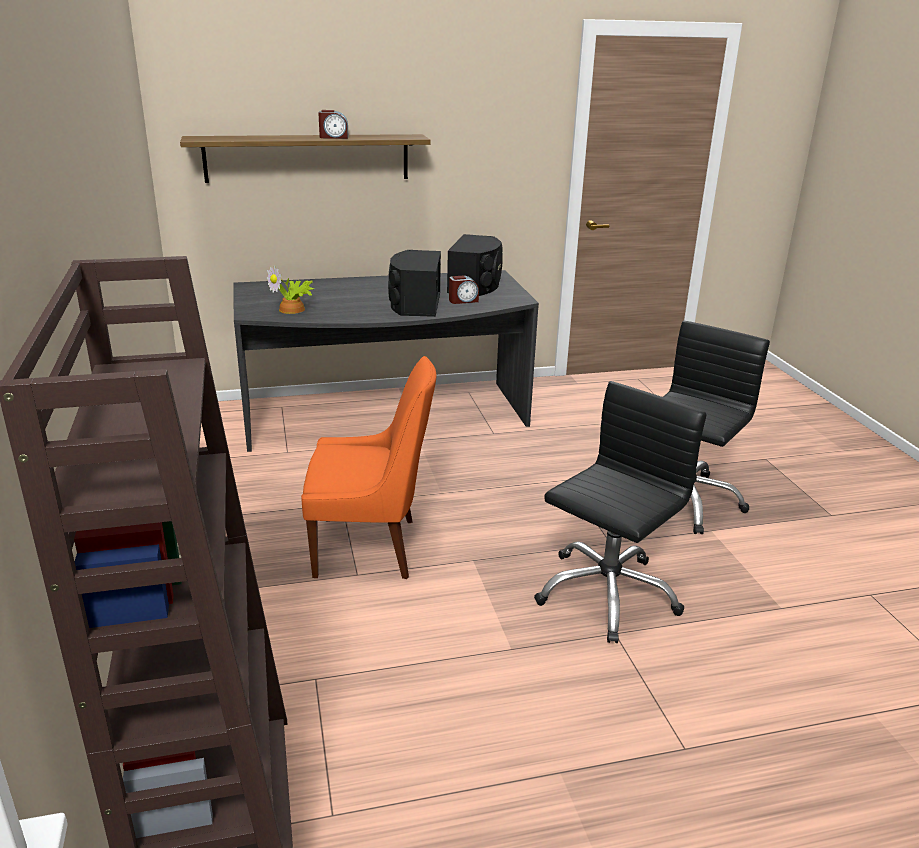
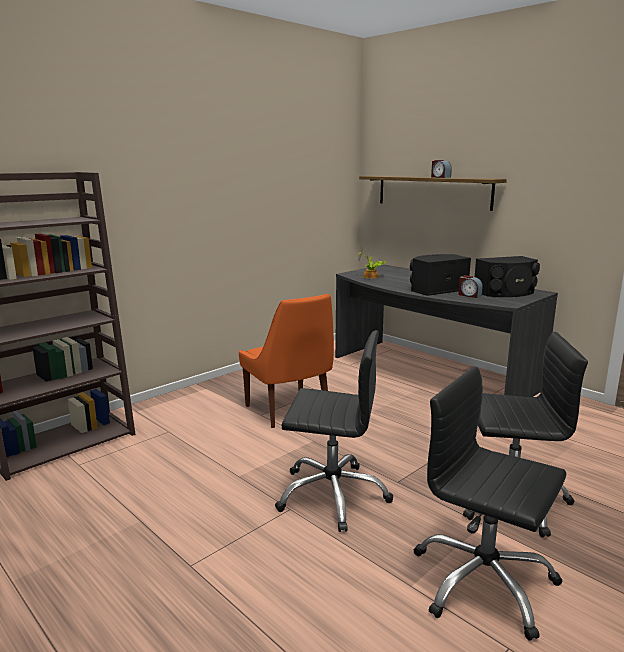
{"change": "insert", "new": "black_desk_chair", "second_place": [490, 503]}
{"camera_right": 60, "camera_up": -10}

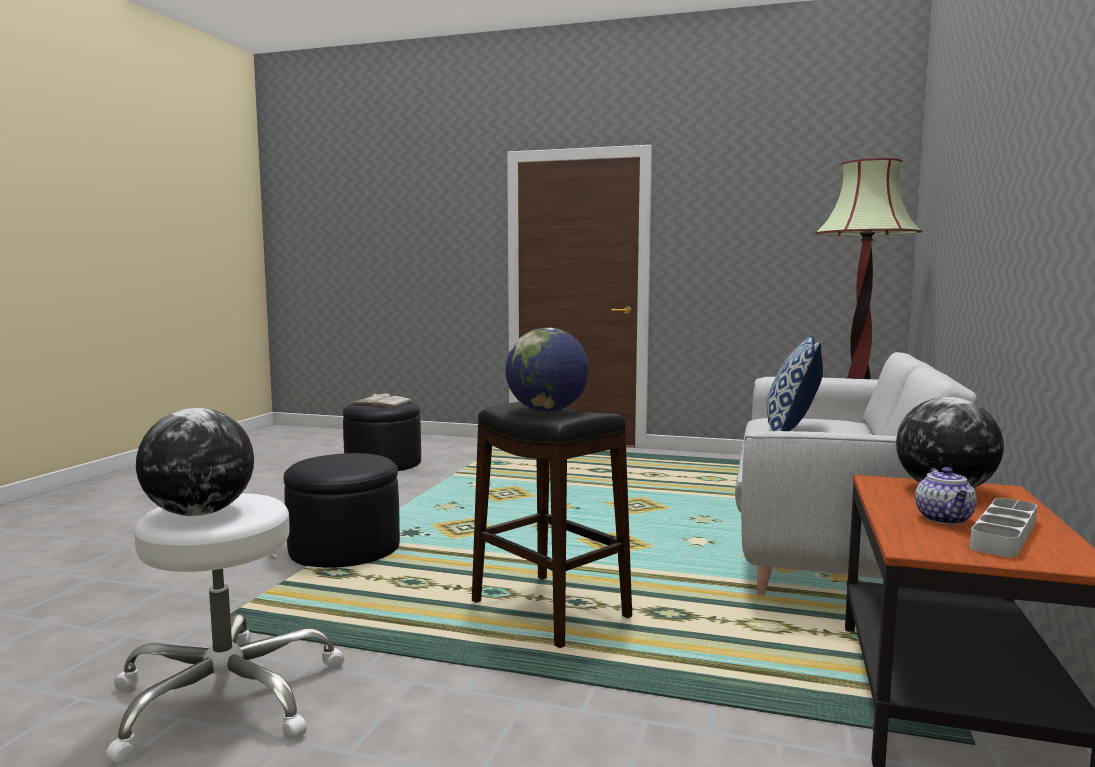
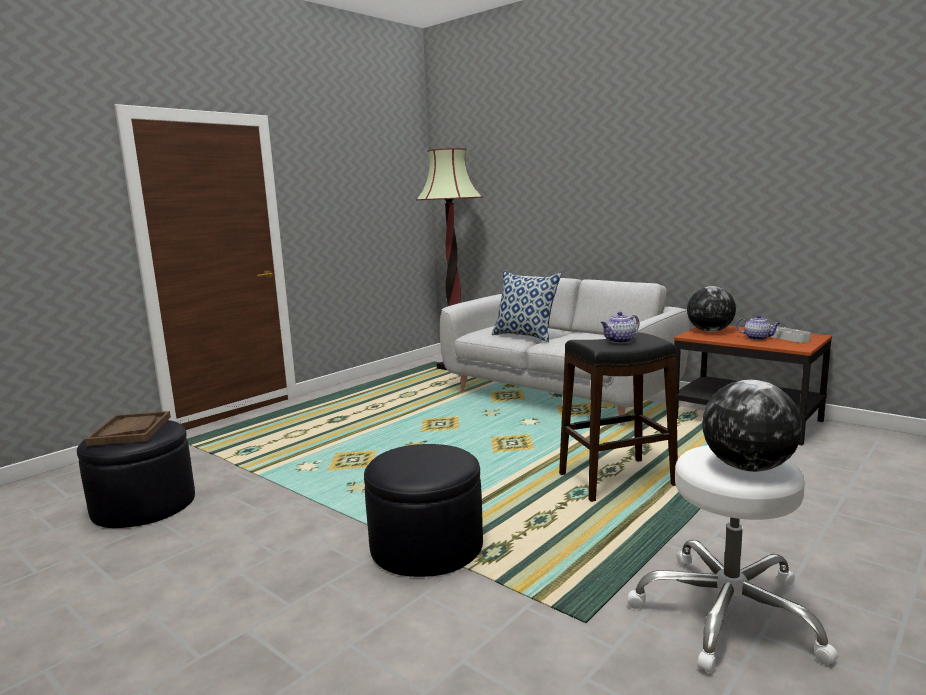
{"change": "replace", "old": "white_volume", "new": "brown_tray", "first_place": [382, 400], "second_place": [128, 428]}
{"change": "replace", "old": "world_globe", "new": "tea_pot", "first_place": [547, 370], "second_place": [620, 327]}
{"camera_right": -65, "camera_up": 5}

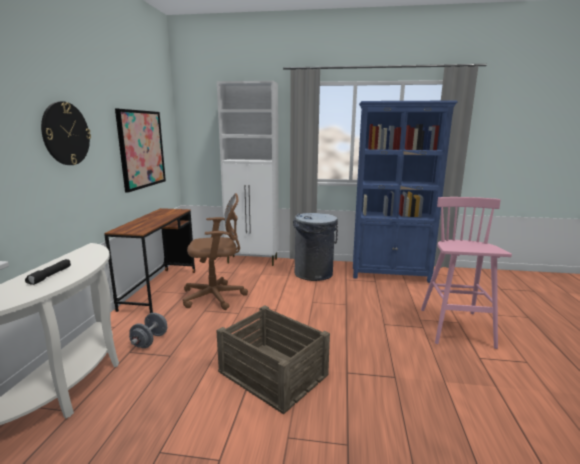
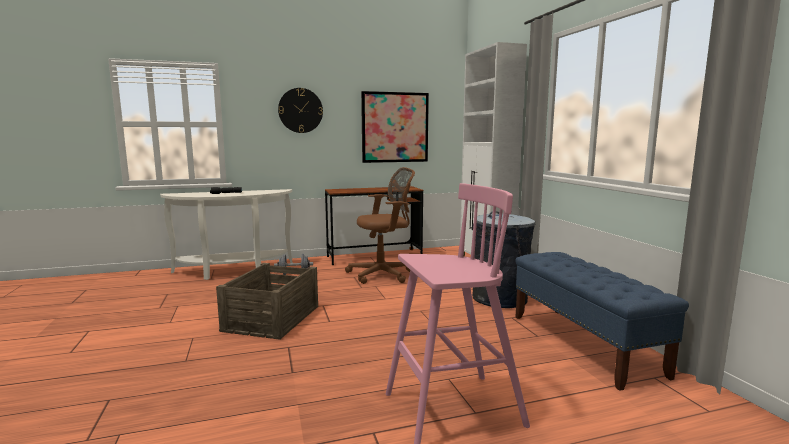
{"change": "rotate", "old": "brown_desk_chair", "first_place": [215, 251], "second_place": [380, 225], "degrees": -75}
{"change": "replace", "old": "blue_bookshelf", "new": "blue_long_seat", "first_place": [405, 191], "second_place": [602, 321]}
{"camera_right": 65, "camera_up": -5}

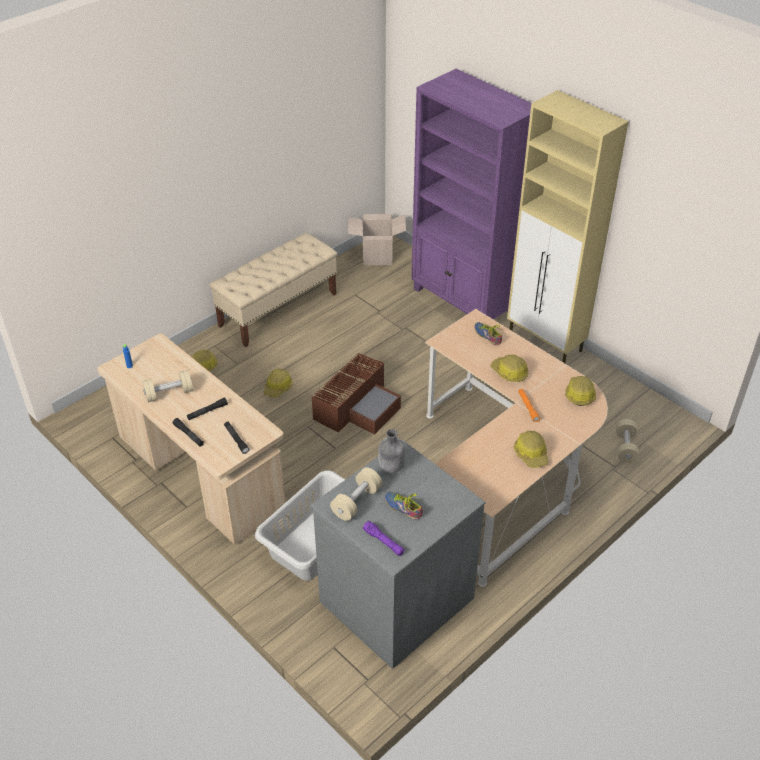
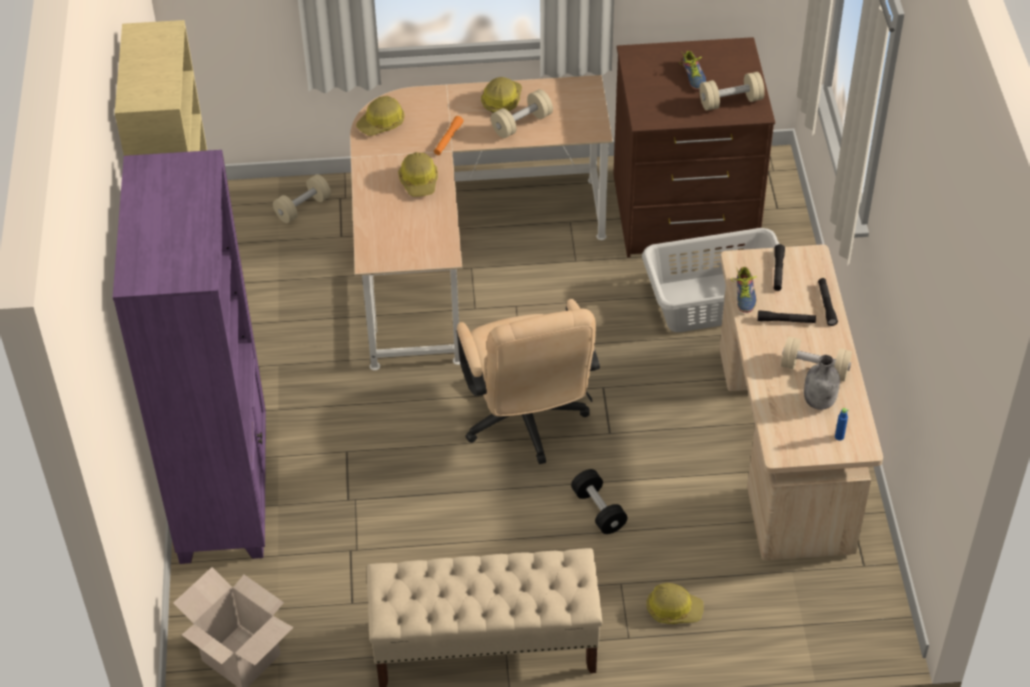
{"change": "replace", "old": "work_helmet", "new": "black_dumbbell", "first_place": [278, 383], "second_place": [599, 501]}
{"change": "recolor", "old": "grey_dresser", "new": "brown_dresser", "first_place": [398, 554], "second_place": [694, 147]}
{"change": "replace", "old": "brown_storage_box", "new": "beige_desk_chair", "first_place": [356, 394], "second_place": [528, 381]}
{"change": "delete", "old": "purple-coloured_flashlight", "first_place": [384, 538]}
{"change": "move", "old": "grey_drink_bottle", "first_place": [391, 451], "second_place": [822, 382]}
{"change": "move", "old": "shoe", "first_place": [488, 333], "second_place": [744, 290]}
{"change": "insert", "new": "beige_dumbbell", "second_place": [522, 113]}
{"camera_right": -140, "camera_up": 5}

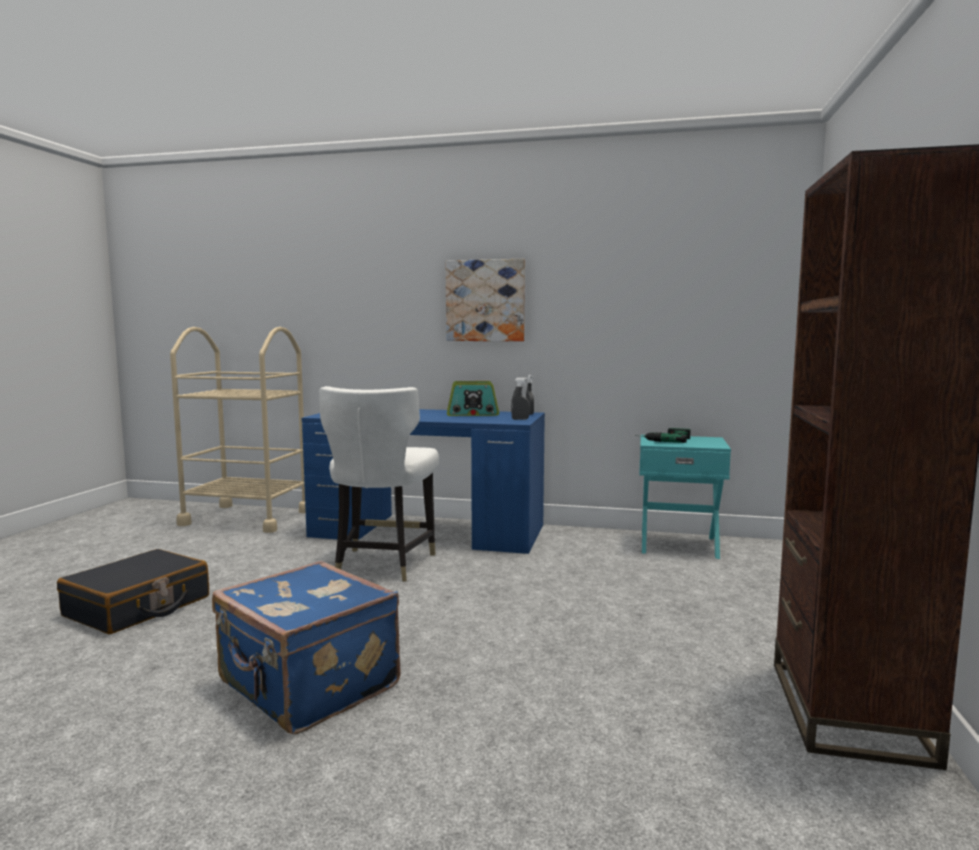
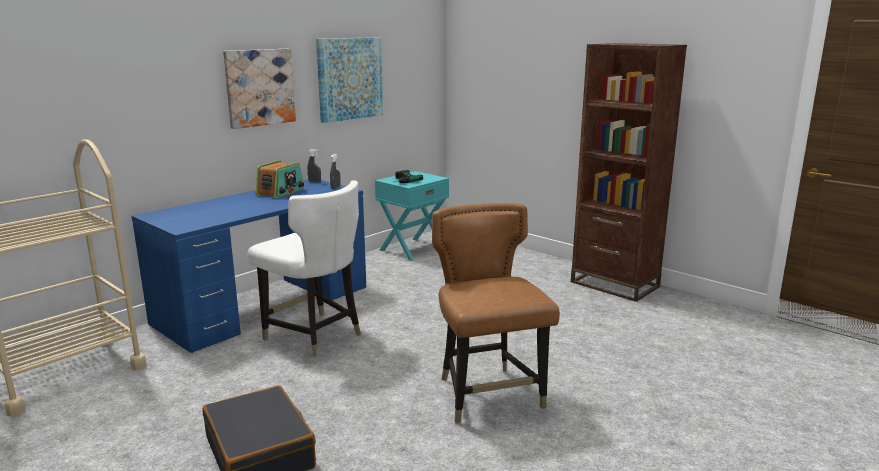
{"change": "replace", "old": "blue_travel_case", "new": "brown_chair", "first_place": [306, 647], "second_place": [496, 313]}
{"change": "insert", "new": "wall_picture", "second_place": [349, 80]}
{"camera_right": -60, "camera_up": 10}

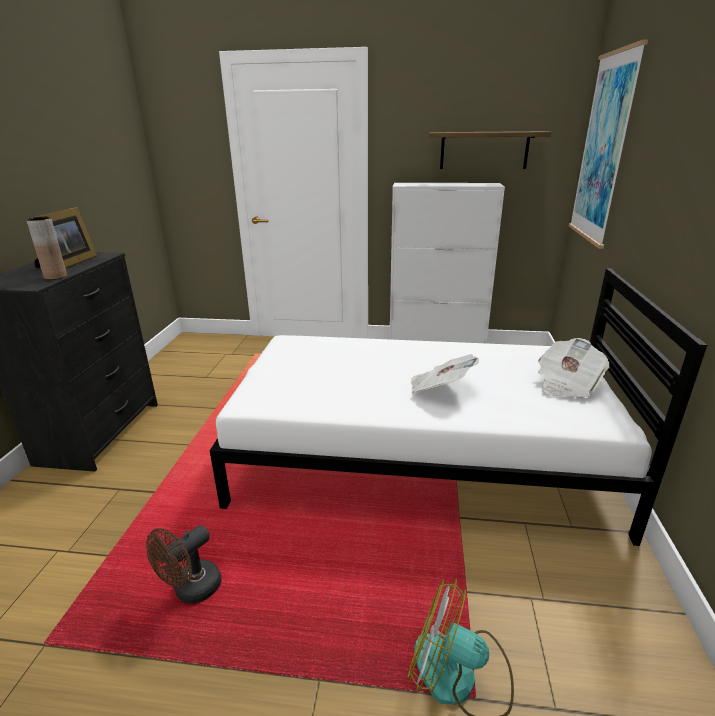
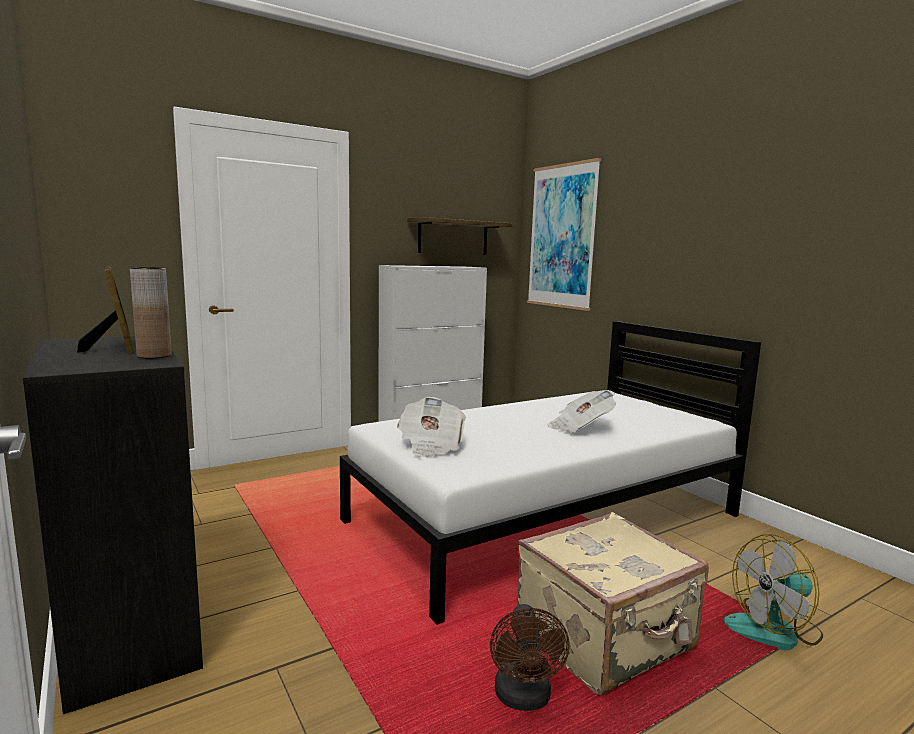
{"change": "move", "old": "printed_paper", "first_place": [574, 368], "second_place": [431, 427]}
{"change": "insert", "new": "beige_travel_case", "second_place": [613, 603]}
{"camera_right": -40, "camera_up": -15}

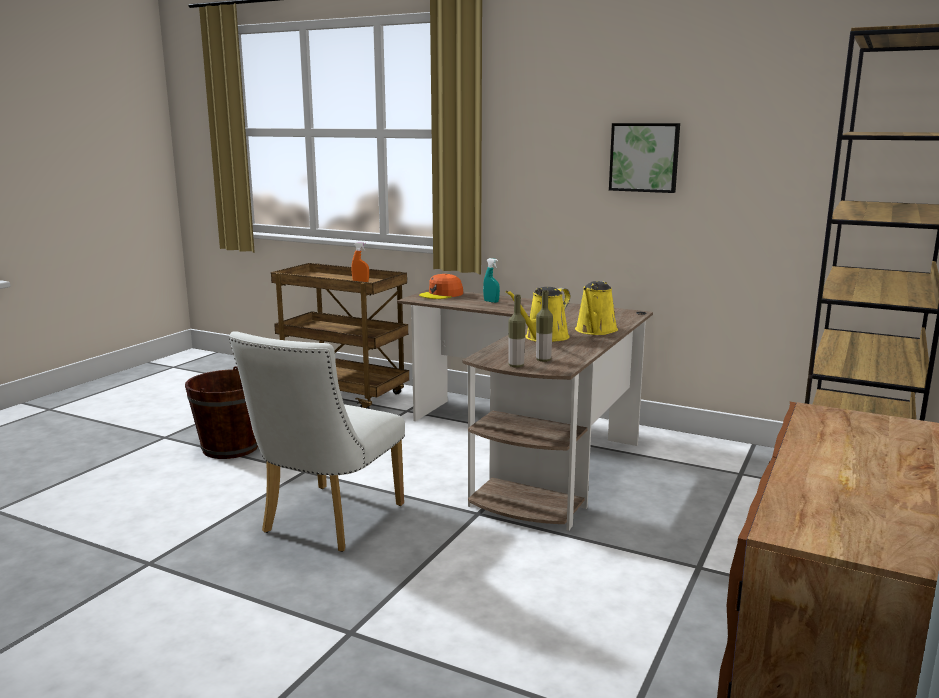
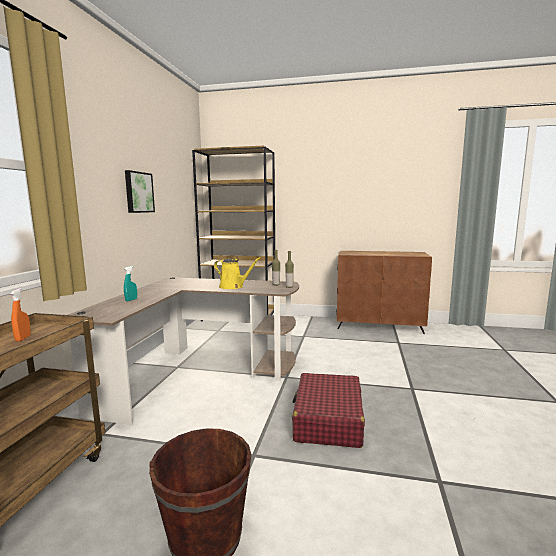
{"change": "replace", "old": "white_chair", "new": "red-coloured_travel_case", "first_place": [317, 441], "second_place": [328, 410]}
{"change": "delete", "old": "orangey_peaked_cap", "first_place": [441, 286]}
{"change": "delete", "old": "yellowish_watering_pot", "first_place": [596, 308]}
{"camera_right": -105, "camera_up": -5}

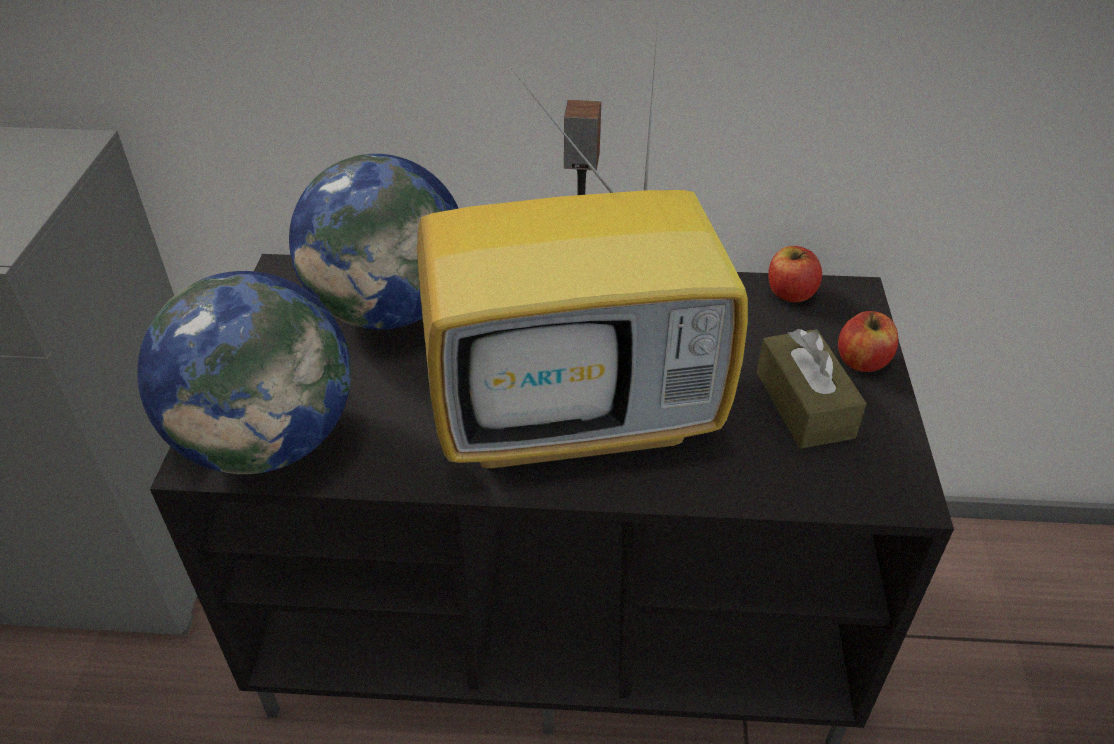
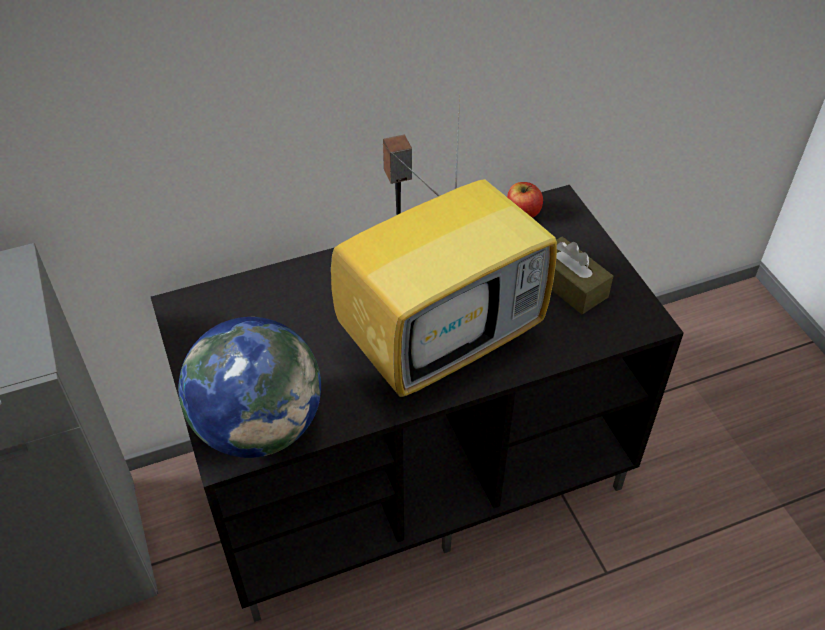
{"change": "delete", "old": "world_globe", "first_place": [374, 241]}
{"change": "delete", "old": "apple_fruit", "first_place": [868, 341]}
{"camera_right": -25, "camera_up": 5}

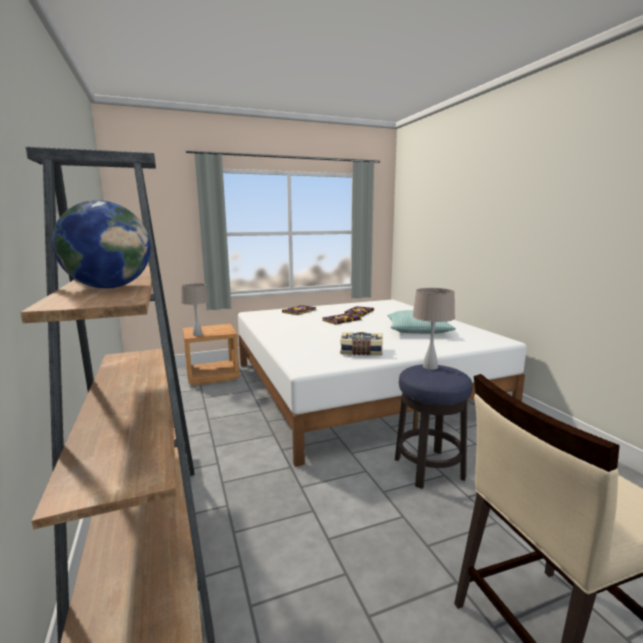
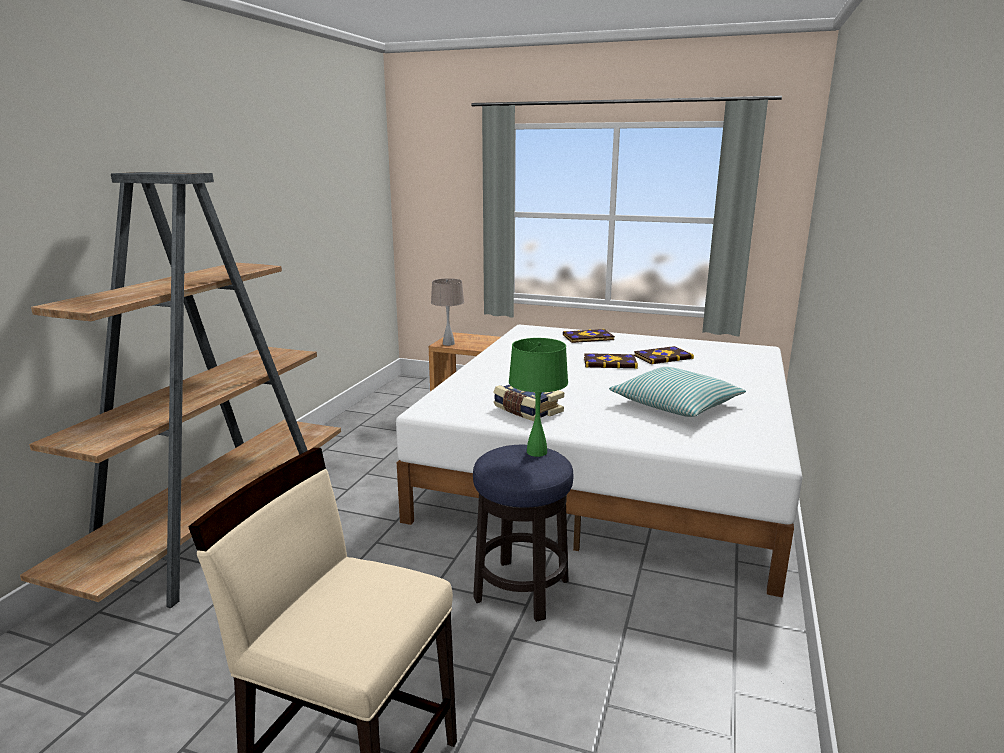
{"change": "delete", "old": "world_globe", "first_place": [101, 244]}
{"change": "recolor", "old": "beige_lamp_for_a_table", "new": "green-coloured_lamp_for_a_table", "first_place": [433, 329], "second_place": [538, 397]}
{"camera_right": 40, "camera_up": 5}

